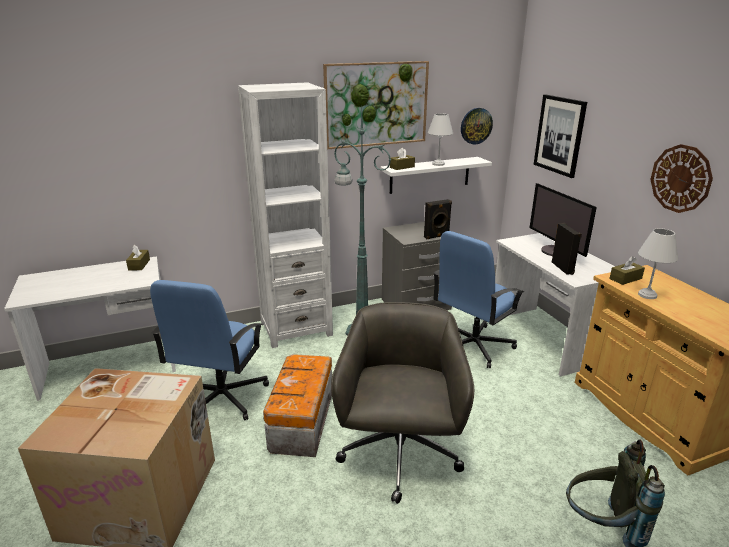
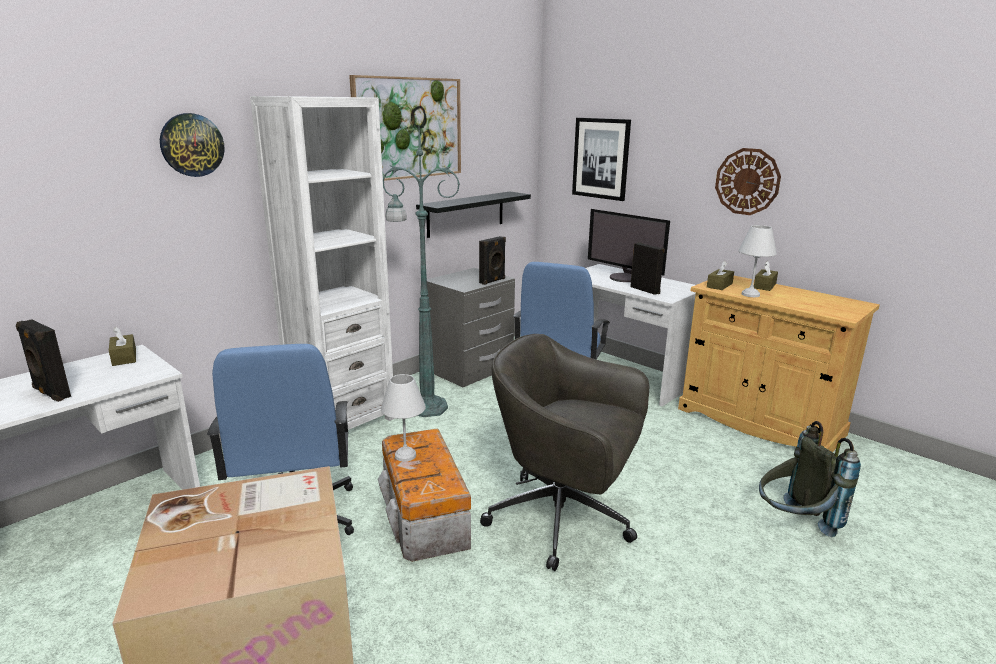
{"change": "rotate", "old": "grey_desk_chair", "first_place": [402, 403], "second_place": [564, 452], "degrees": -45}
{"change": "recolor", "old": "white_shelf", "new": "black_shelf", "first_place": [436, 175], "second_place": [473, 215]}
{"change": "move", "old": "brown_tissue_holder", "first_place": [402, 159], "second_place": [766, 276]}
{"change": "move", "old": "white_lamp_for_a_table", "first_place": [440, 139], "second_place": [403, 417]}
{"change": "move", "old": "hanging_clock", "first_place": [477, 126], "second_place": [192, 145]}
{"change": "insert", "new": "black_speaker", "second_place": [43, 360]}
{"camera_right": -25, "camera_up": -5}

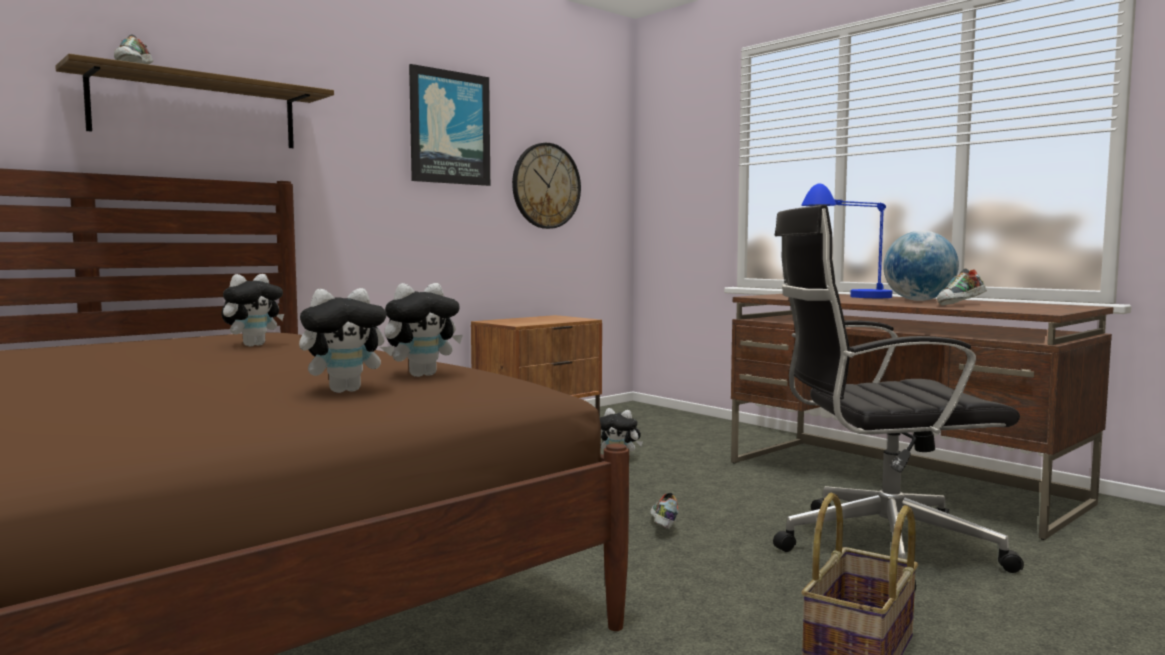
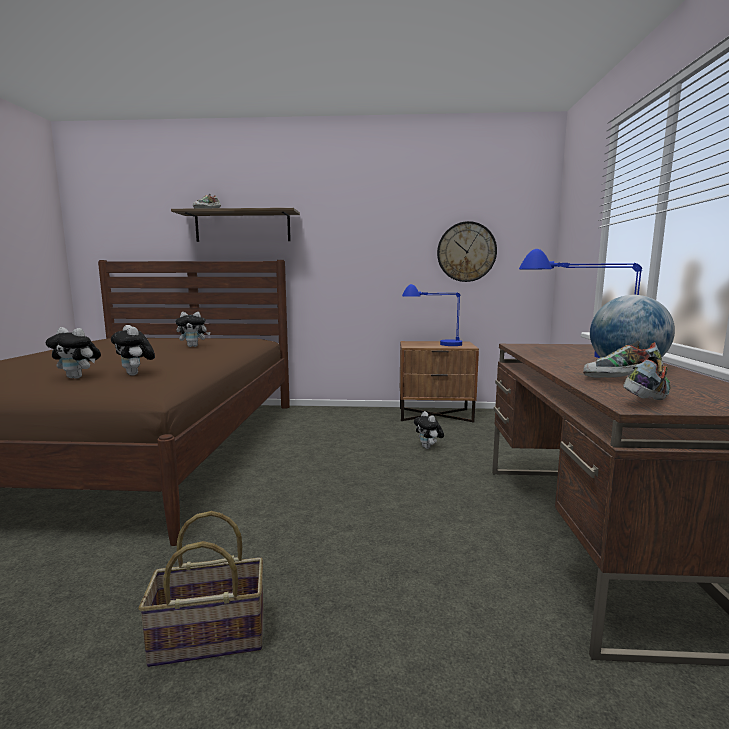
{"change": "rotate", "old": "plush_toy", "first_place": [423, 330], "second_place": [133, 350], "degrees": 45}
{"change": "delete", "old": "wall_picture", "first_place": [449, 125]}
{"change": "move", "old": "shoe", "first_place": [664, 511], "second_place": [646, 378]}
{"change": "delete", "old": "black_desk_chair", "first_place": [898, 398]}
{"change": "insert", "new": "blue_lamp_for_a_table", "second_place": [432, 315]}
{"camera_right": 45, "camera_up": 5}

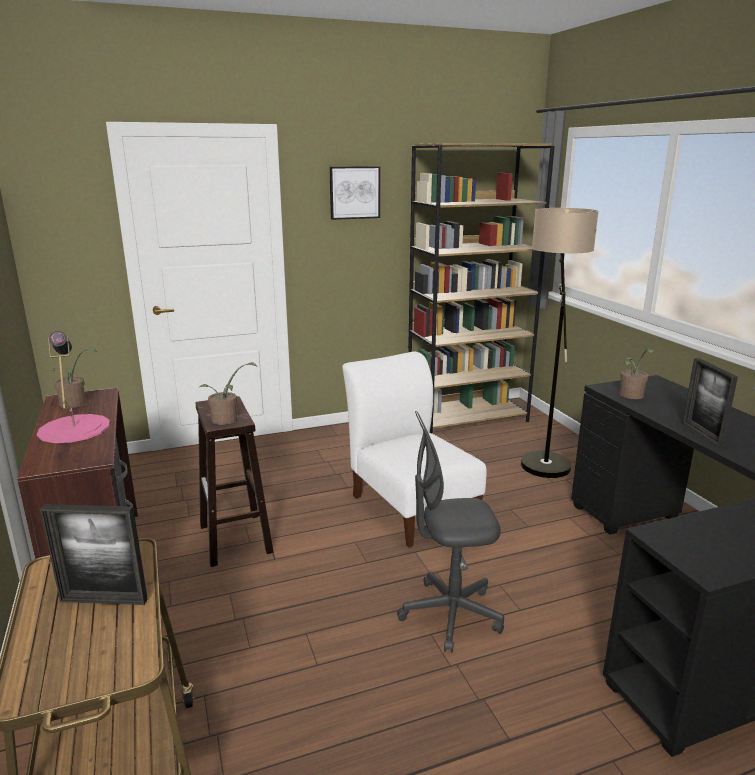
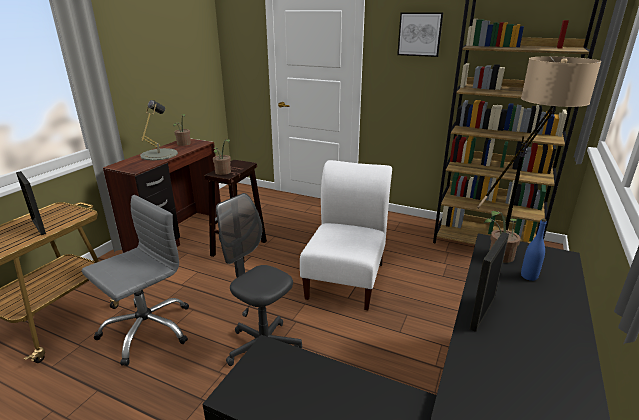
{"change": "recolor", "old": "pink_lamp_for_a_table", "new": "grey_lamp_for_a_table", "first_place": [73, 387], "second_place": [159, 130]}
{"change": "insert", "new": "grey_desk_chair", "second_place": [135, 280]}
{"change": "insert", "new": "blue_drink_bottle", "second_place": [534, 250]}
{"camera_right": 45, "camera_up": 5}

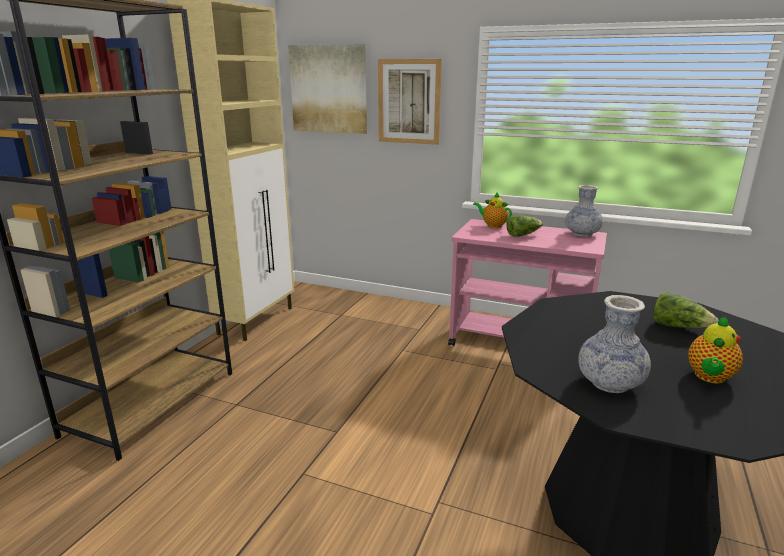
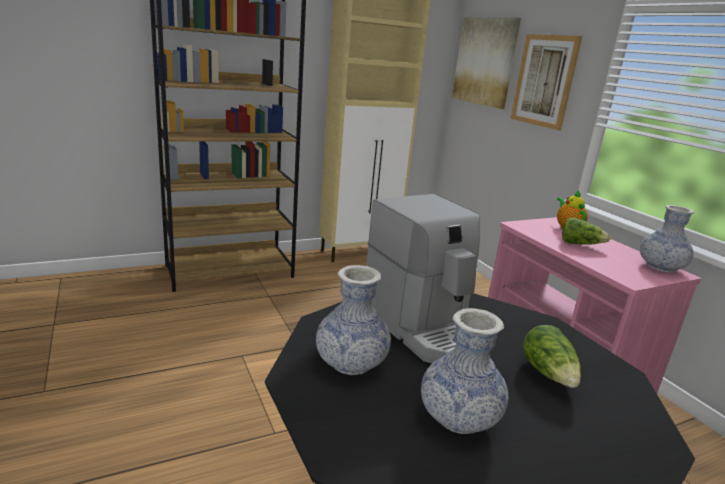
{"change": "replace", "old": "tea_pot", "new": "flower_vase", "first_place": [715, 350], "second_place": [464, 371]}
{"change": "insert", "new": "coffee_maker", "second_place": [423, 278]}
{"camera_right": 40, "camera_up": 0}

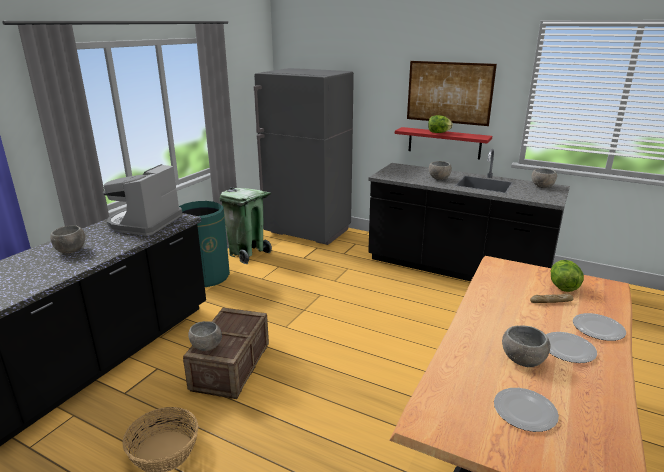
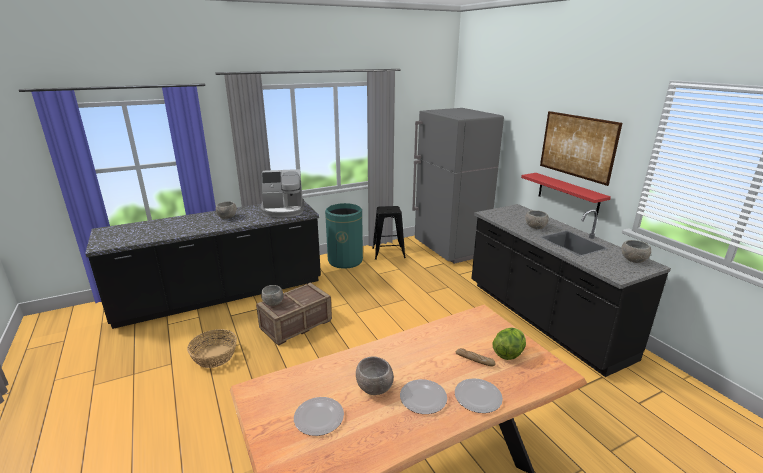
{"change": "rotate", "old": "coffee_maker", "first_place": [142, 200], "second_place": [282, 193], "degrees": -150}
{"change": "replace", "old": "green-coloured_trash_can", "new": "black_stool", "first_place": [246, 225], "second_place": [389, 233]}
{"change": "delete", "old": "head_of_lettuce", "first_place": [440, 124]}
{"camera_right": 35, "camera_up": 0}

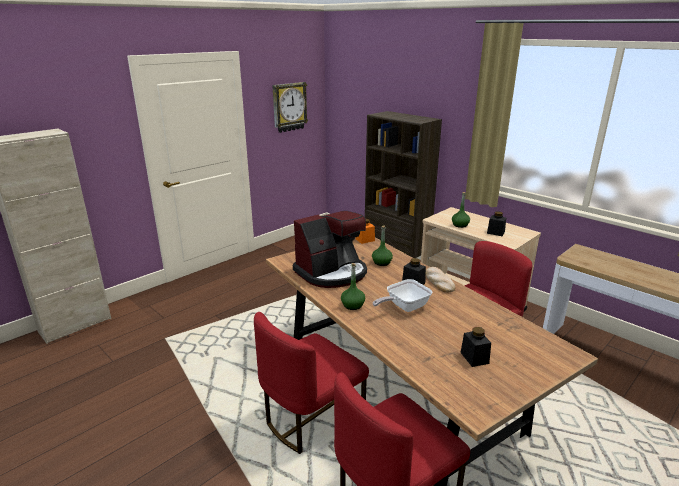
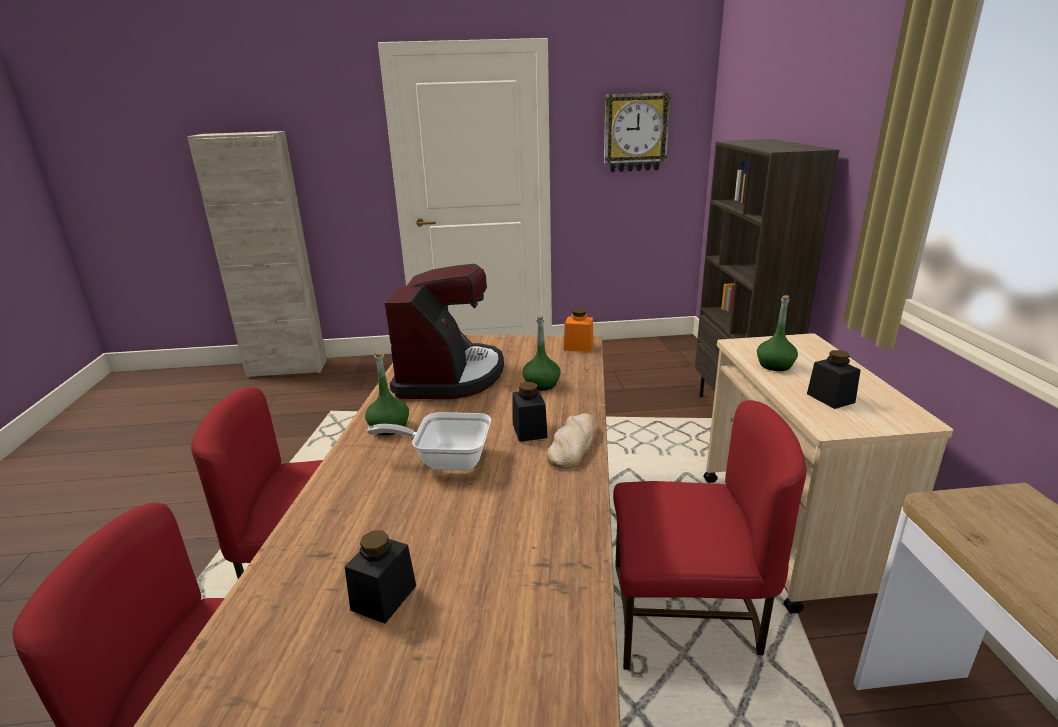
{"change": "rotate", "old": "coffee_maker", "first_place": [330, 249], "second_place": [444, 331], "degrees": -90}
{"camera_right": 40, "camera_up": 0}

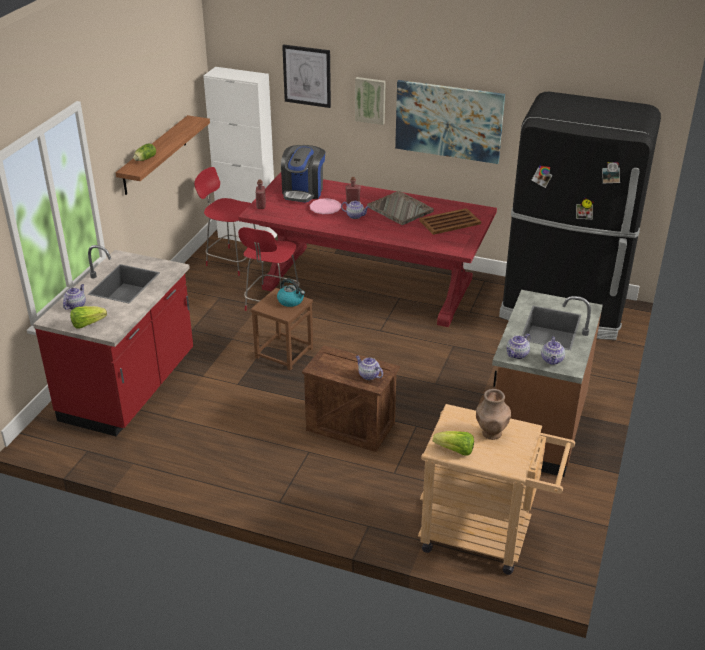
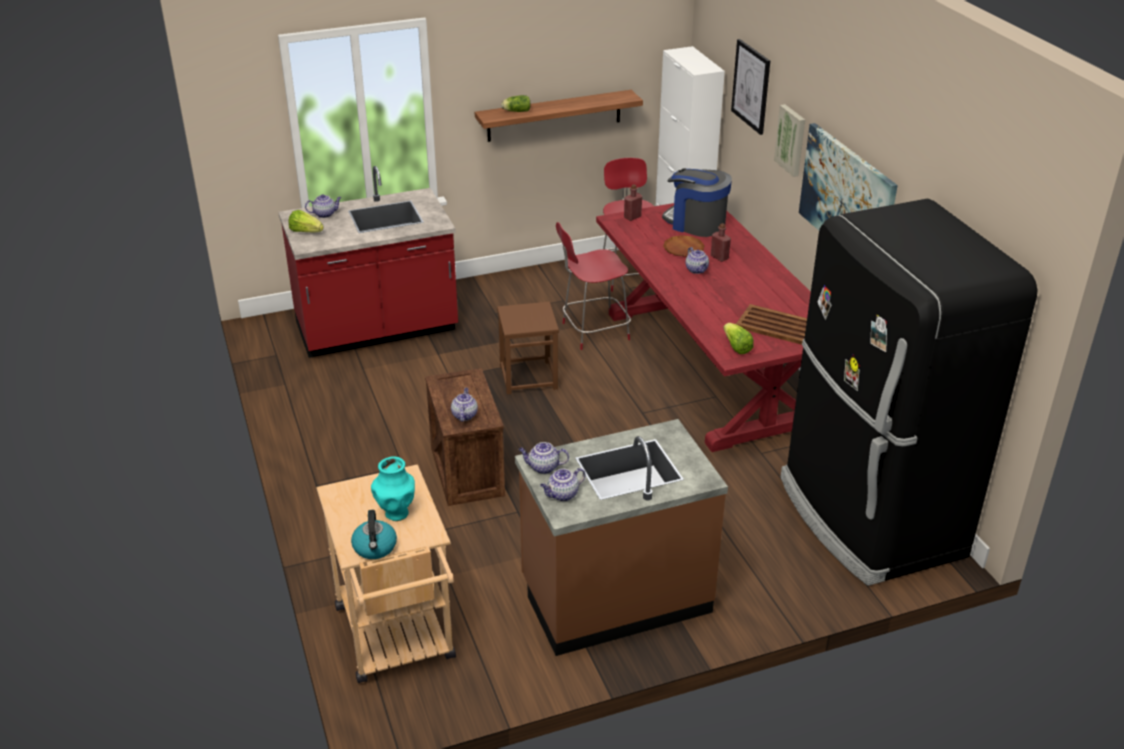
{"change": "move", "old": "water_kettle", "first_place": [291, 293], "second_place": [374, 534]}
{"change": "rotate", "old": "coffee_maker", "first_place": [303, 173], "second_place": [697, 202], "degrees": 60}
{"change": "recolor", "old": "pink_dinner_plate", "new": "brown_dinner_plate", "first_place": [325, 206], "second_place": [684, 246]}
{"change": "delete", "old": "grey_tray", "first_place": [400, 208]}
{"change": "move", "old": "head_of_lettuce", "first_place": [453, 443], "second_place": [738, 338]}
{"change": "recolor", "old": "brown_flower_vase", "new": "turquoise-coloured_flower_vase", "first_place": [493, 414], "second_place": [393, 489]}
{"camera_right": 50, "camera_up": 0}

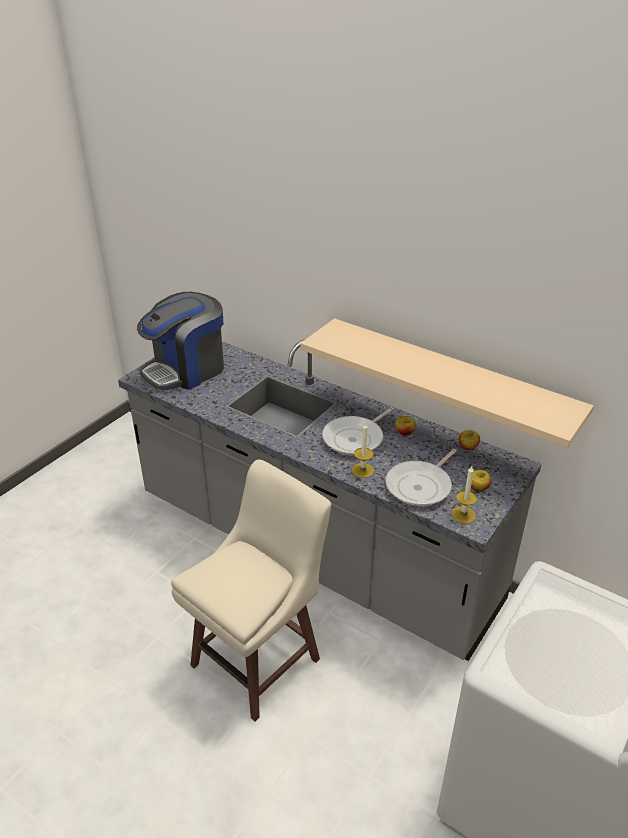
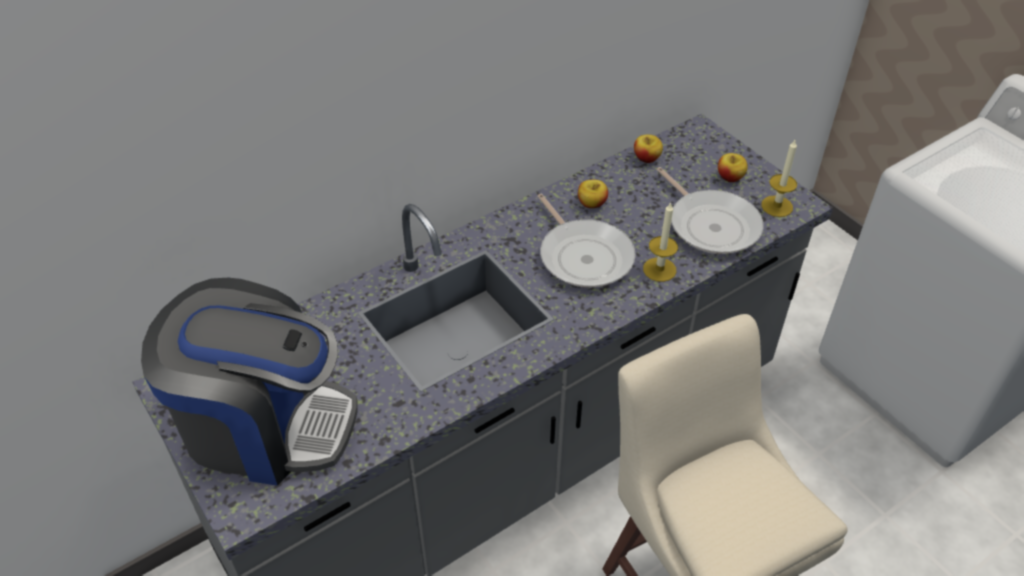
{"change": "rotate", "old": "coffee_maker", "first_place": [180, 341], "second_place": [249, 382], "degrees": -60}
{"change": "delete", "old": "beige_shelf", "first_place": [447, 383]}
{"camera_right": -70, "camera_up": 10}

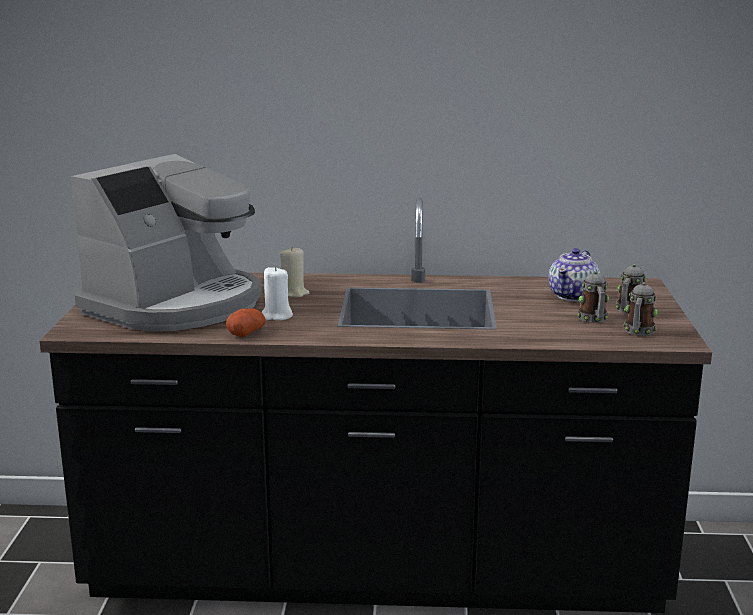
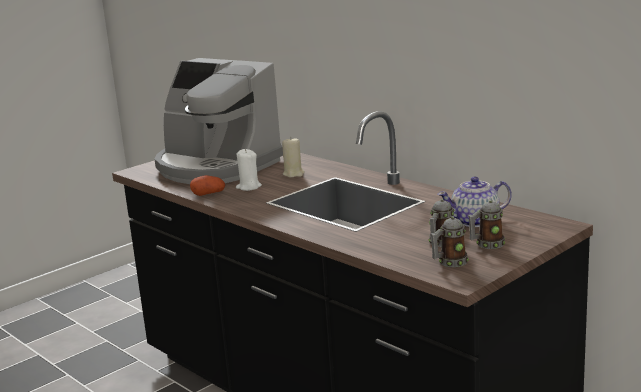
{"change": "rotate", "old": "coffee_maker", "first_place": [166, 242], "second_place": [219, 121], "degrees": 45}
{"camera_right": 45, "camera_up": 0}

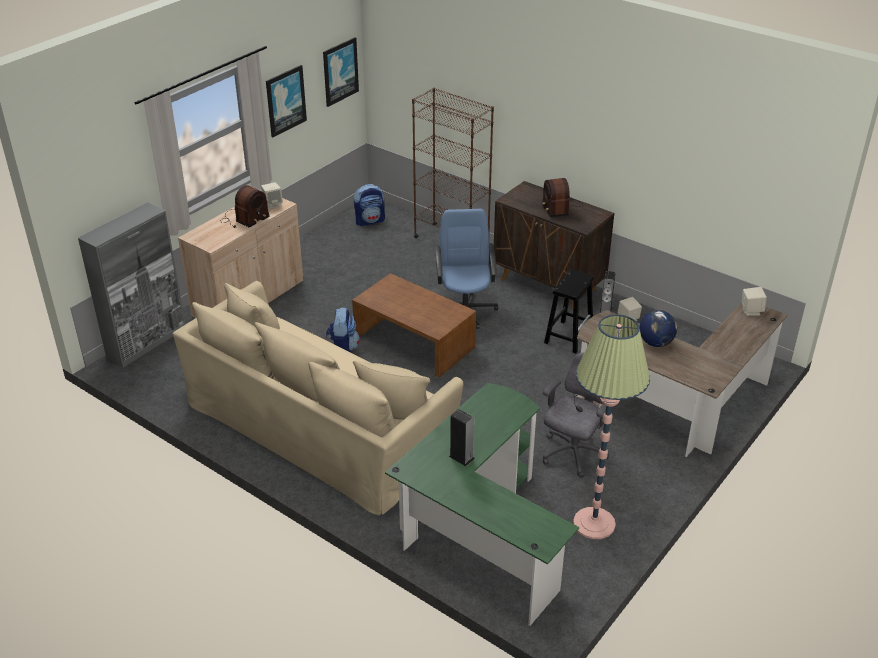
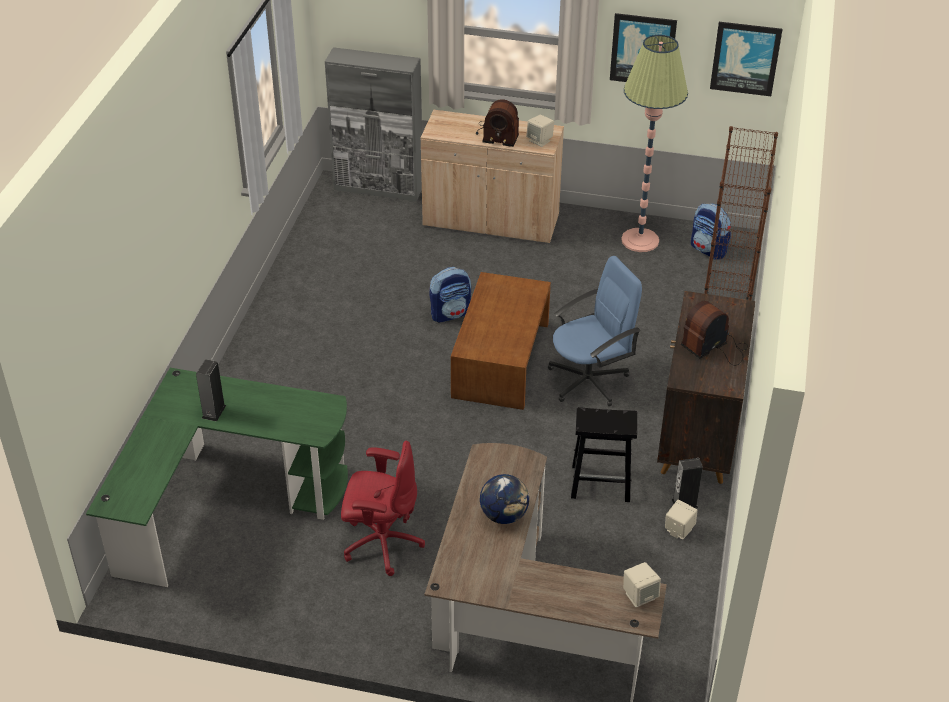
{"change": "delete", "old": "beige_couch", "first_place": [318, 398]}
{"change": "recolor", "old": "grey_desk_chair", "new": "red-coloured_desk_chair", "first_place": [576, 415], "second_place": [383, 508]}
{"change": "move", "old": "floor_lamp", "first_place": [611, 426], "second_place": [654, 143]}
{"camera_right": 65, "camera_up": 5}

